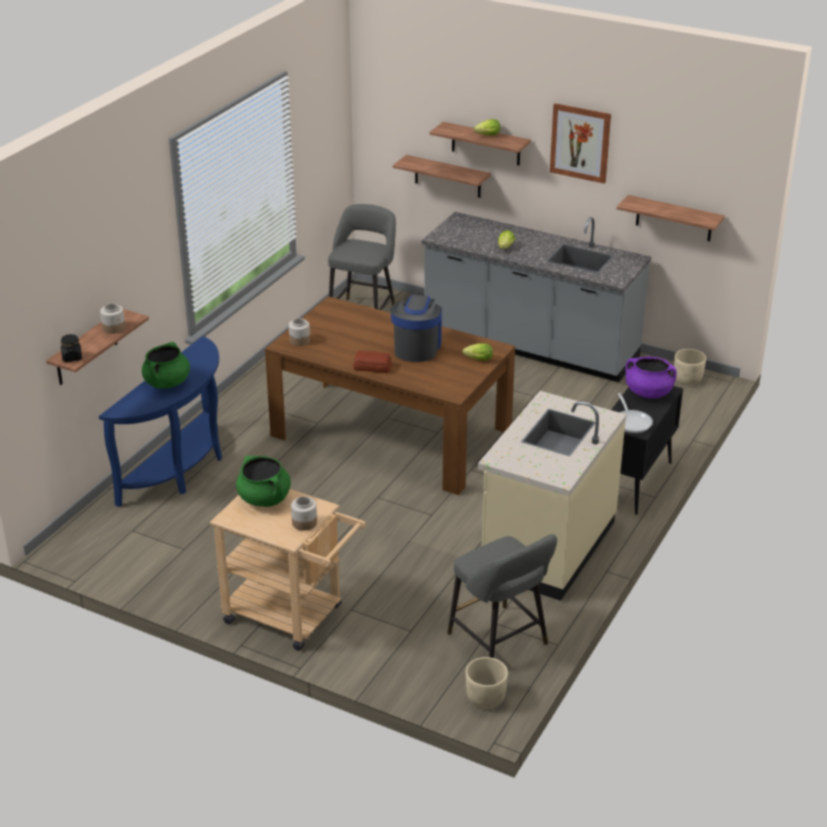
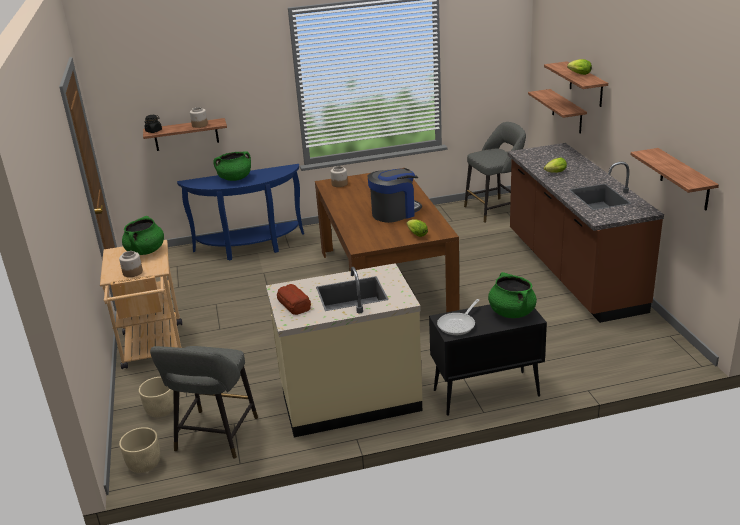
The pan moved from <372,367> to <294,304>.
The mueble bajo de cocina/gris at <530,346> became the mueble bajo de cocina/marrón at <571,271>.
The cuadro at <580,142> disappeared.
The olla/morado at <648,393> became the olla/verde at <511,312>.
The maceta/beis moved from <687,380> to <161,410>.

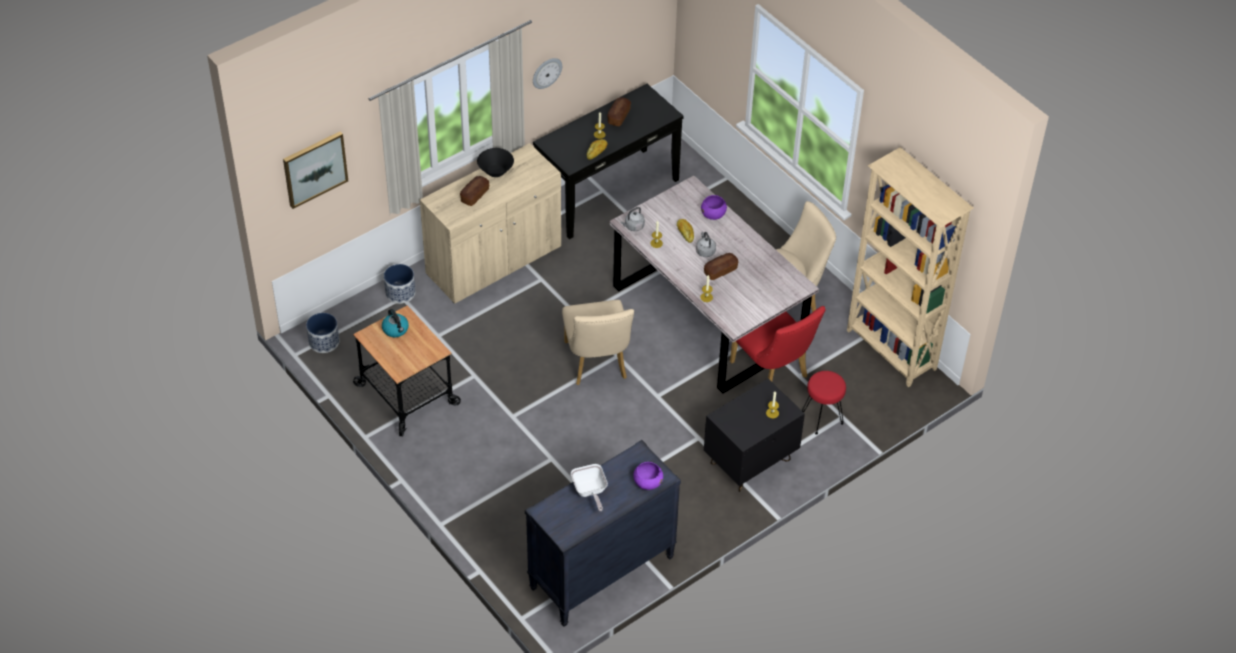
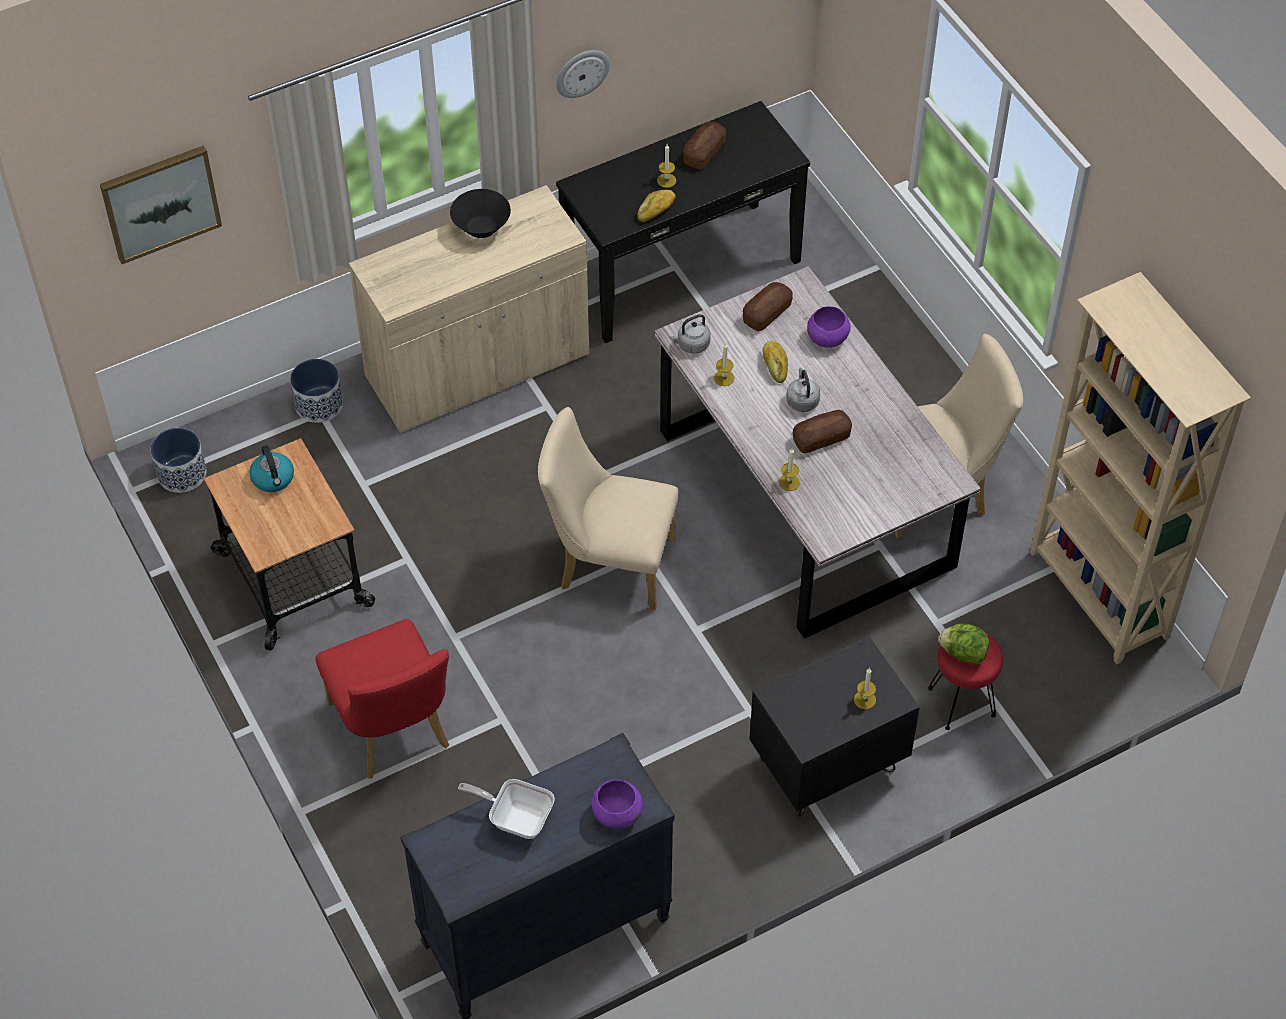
The pan moved from <475,195> to <767,313>.
The silla/beis at <597,364> turned 105 degrees clockwise.
The sartén at <589,492> turned 120 degrees clockwise.
The silla/rojo moved from <773,373> to <393,732>.
The lechuga at <963,653> appeared.

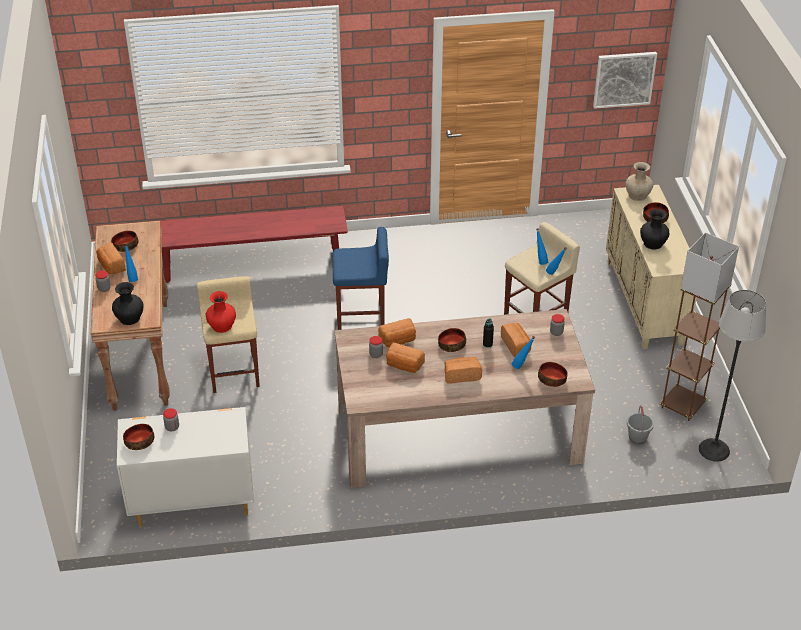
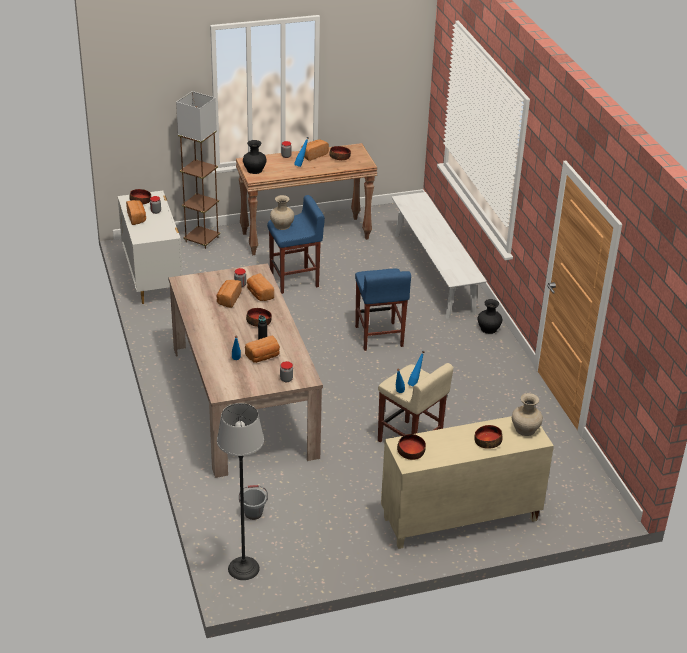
The banco/rojo at <252,264> became the banco/blanco at <434,273>.
The taburete/beis at <234,372> became the taburete/azul at <295,280>.
The florero/rojo at <221,326> became the florero/beis at <282,225>.
The pan moved from <461,375> to <137,218>.
The cuenco moved from <552,379> to <410,452>.
The cuadro at <624,79> disappeared.
The florero/negro moved from <653,243> to <489,329>.
The lámpara de pie/marrón moved from <682,405> to <202,239>.

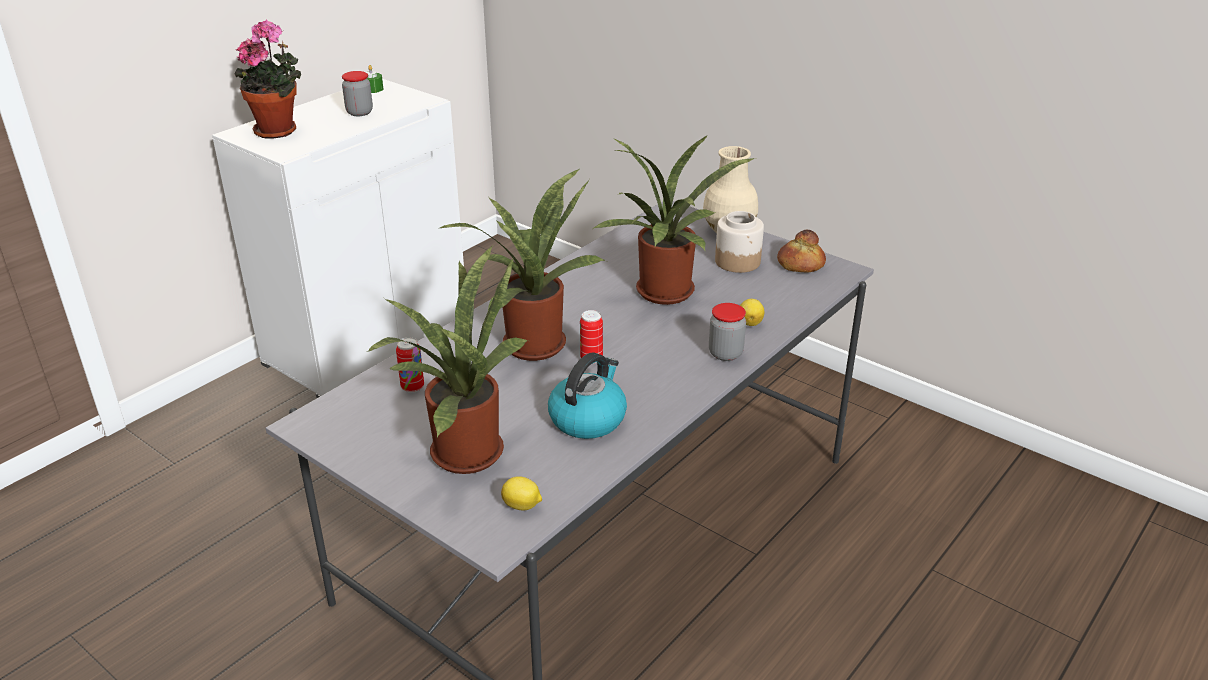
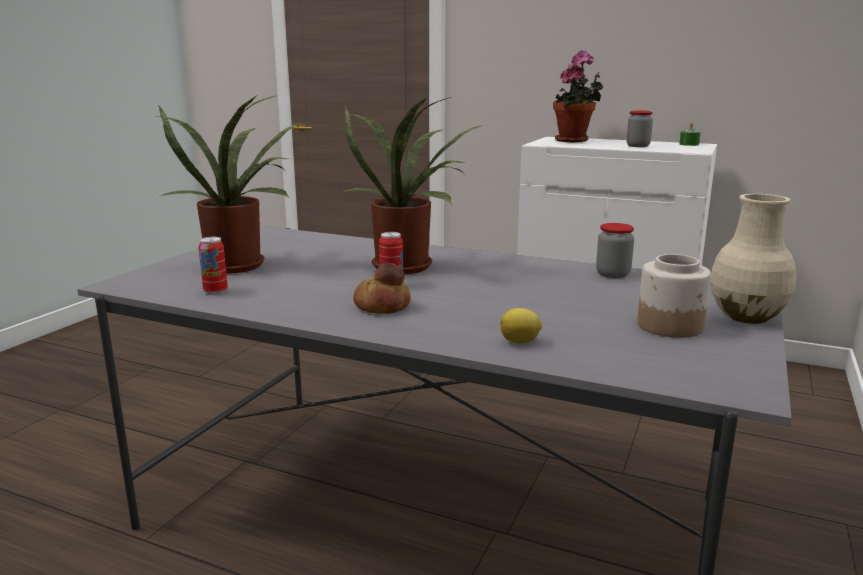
The lata moved from <412,387> to <215,291>.
The limón at <522,506> disappeared.
The hervidor at <588,418> disappeared.
The planta en maceta at <666,295> disappeared.
The tarro moved from <725,353> to <612,274>.
The pan moved from <800,264> to <381,306>.

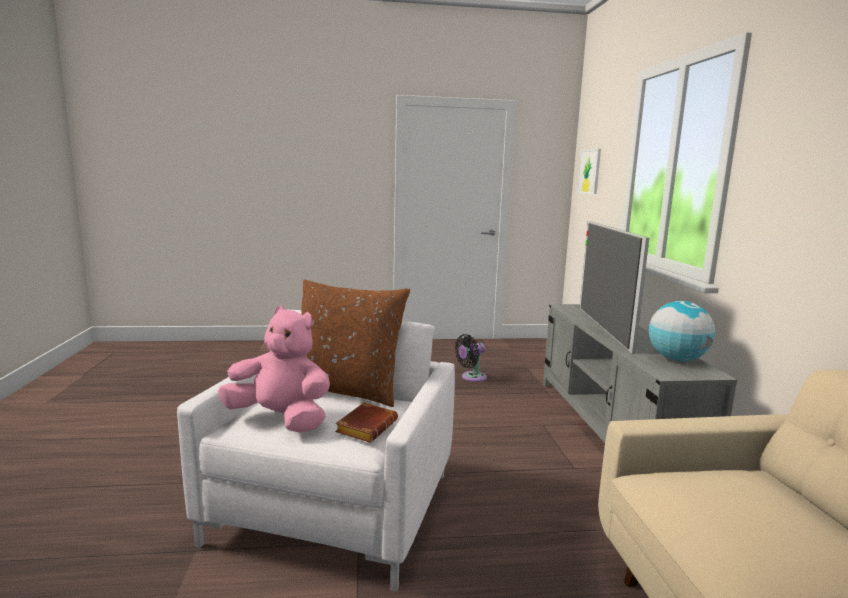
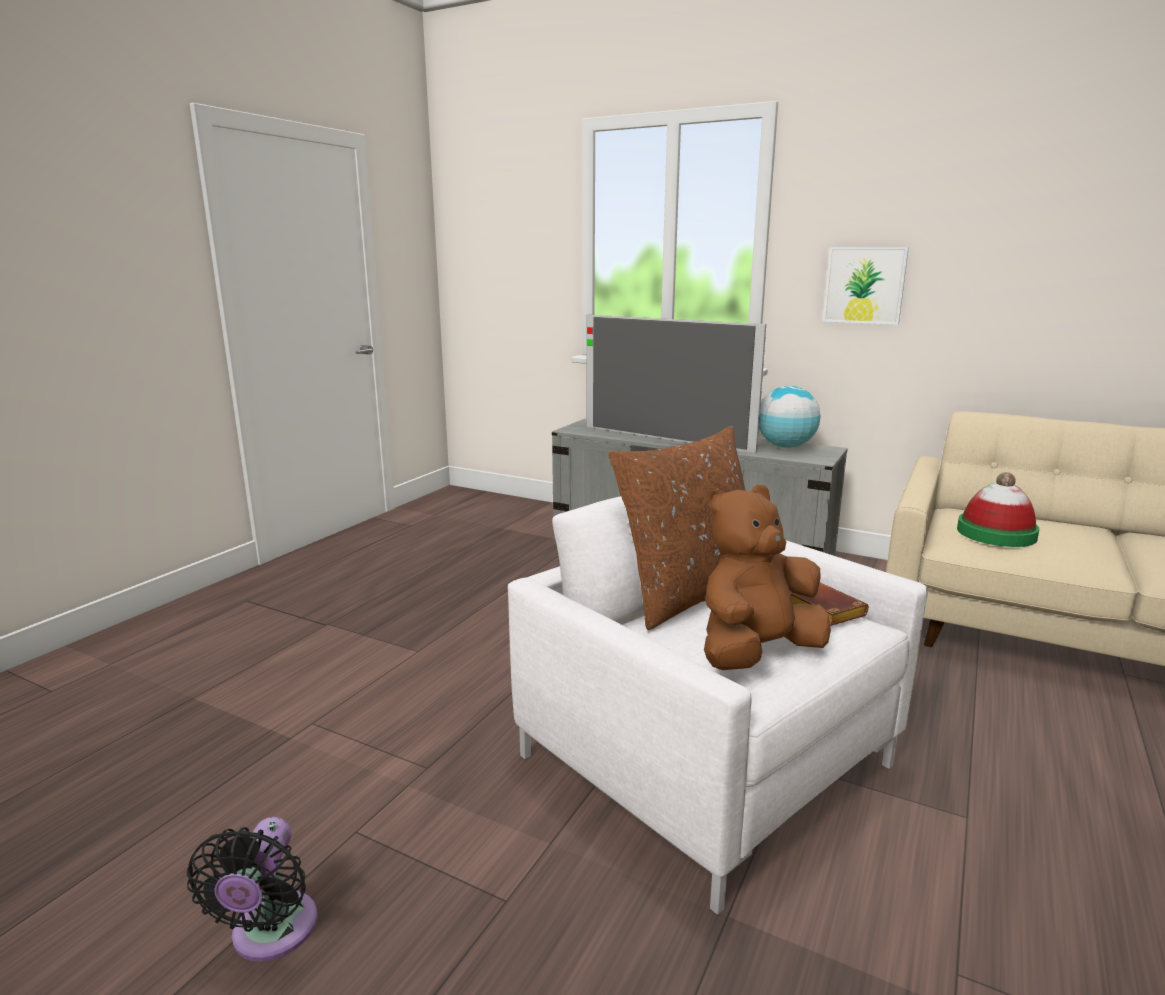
The peluche/rosa at <281,419> became the peluche/marrón at <756,653>.
The ventilador/negro moved from <471,377> to <271,934>.
The cuadro moved from <589,171> to <864,285>.
The sombrero at <996,533> appeared.

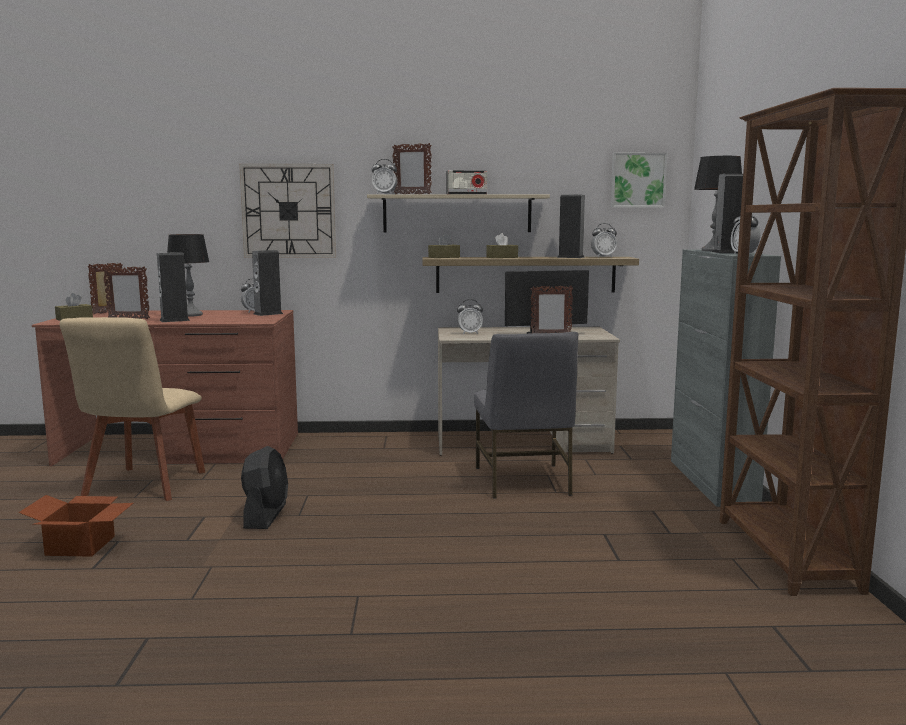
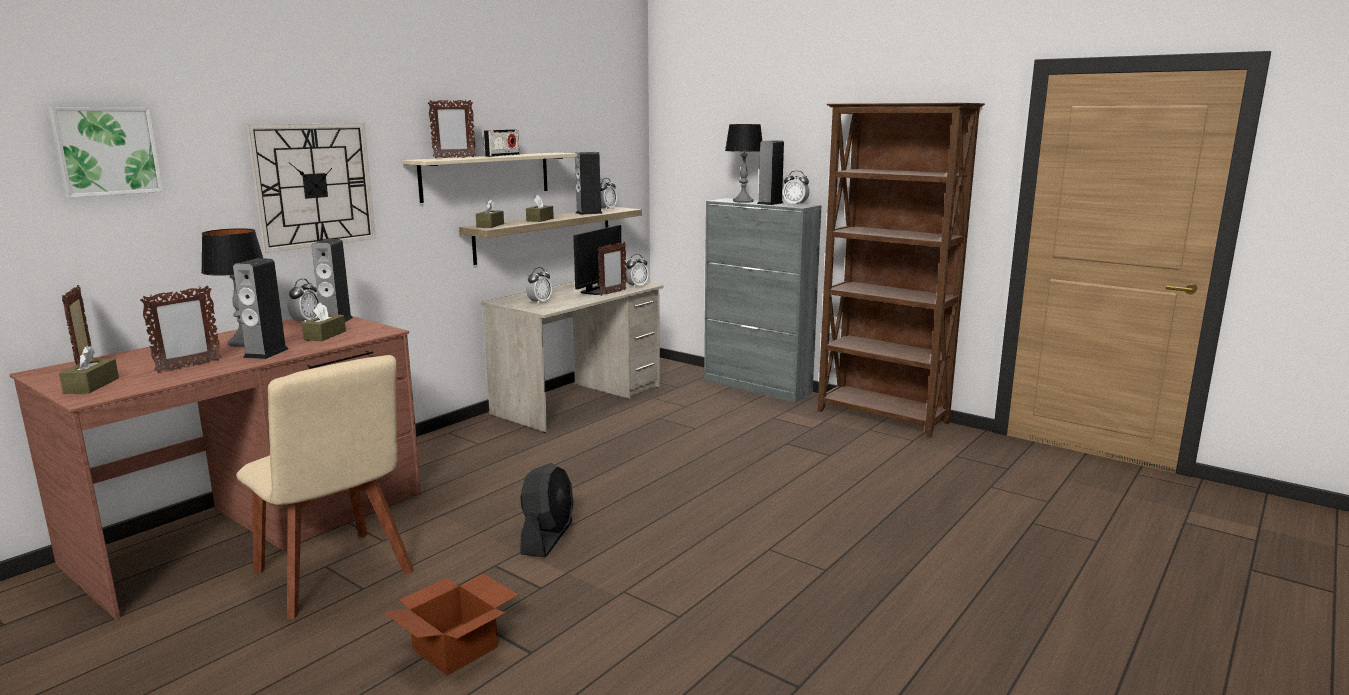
The ventilador/negro at <266,515> turned 60 degrees clockwise.
The despertador moved from <384,194> to <636,286>.
The silla/gris at <523,481> disappeared.
The cuadro moved from <637,180> to <106,151>.
The caja de pañuelos/marrón at <325,335> appeared.

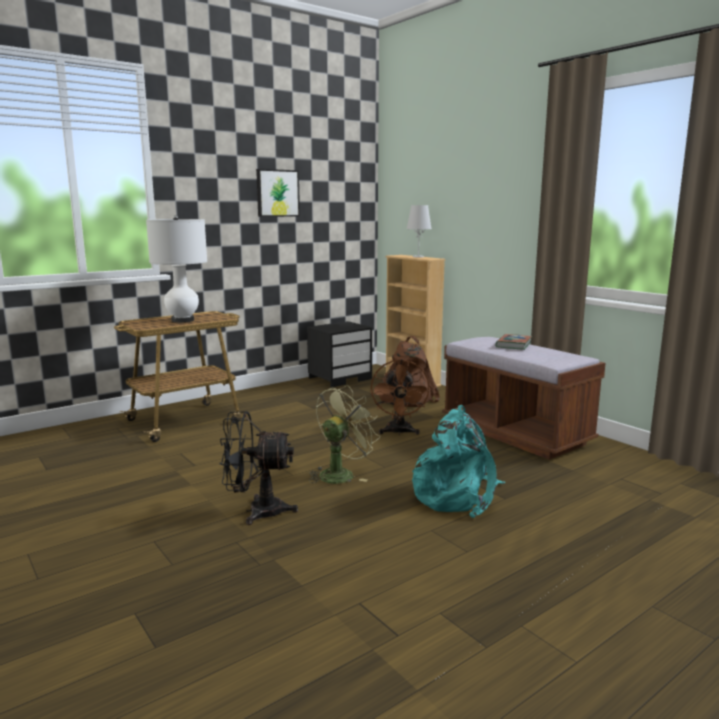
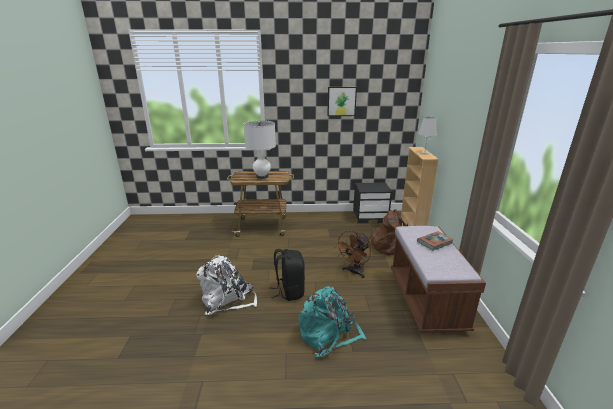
The ventilador/negro at <256,511> was replaced by the mochila/blanco at <227,300>.
The ventilador/verde at <341,474> was replaced by the mochila/negro at <289,291>.

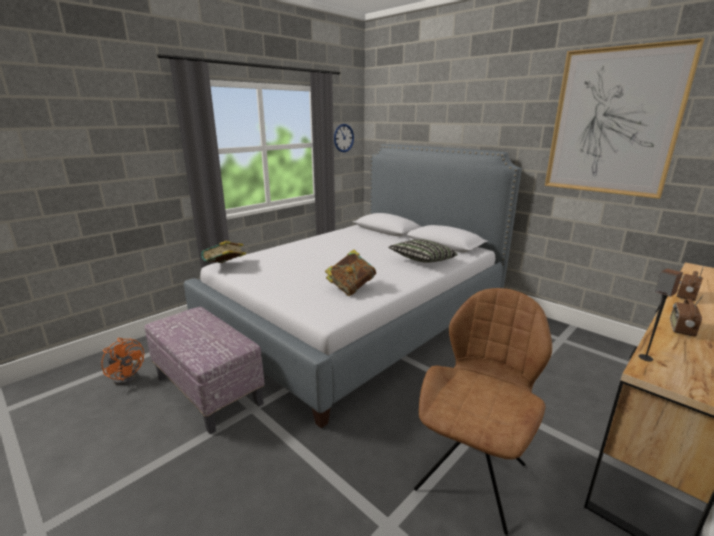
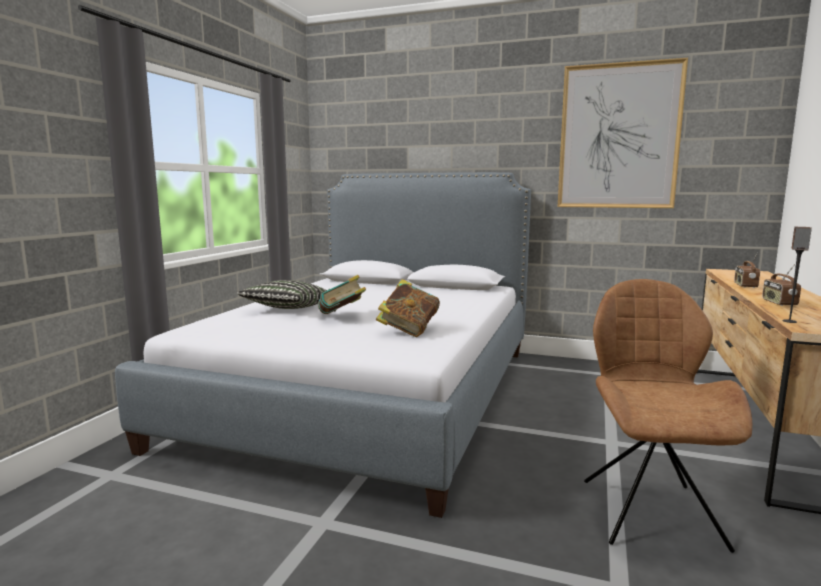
The ventilador/naranja at <128,376> disappeared.
The puf at <209,390> disappeared.
The libro moved from <225,267> to <342,316>.
The reloj de pared at <343,138> disappeared.
The cojín moved from <422,261> to <287,309>.

